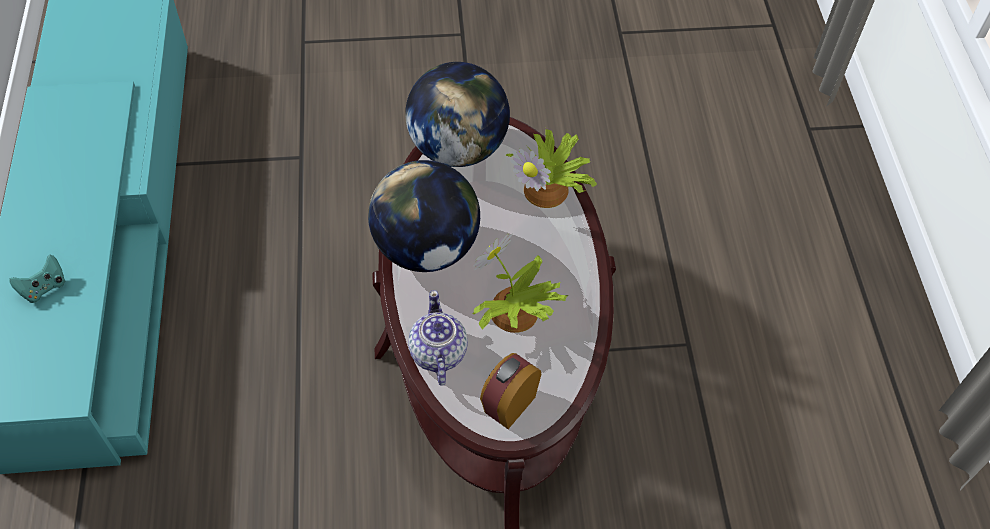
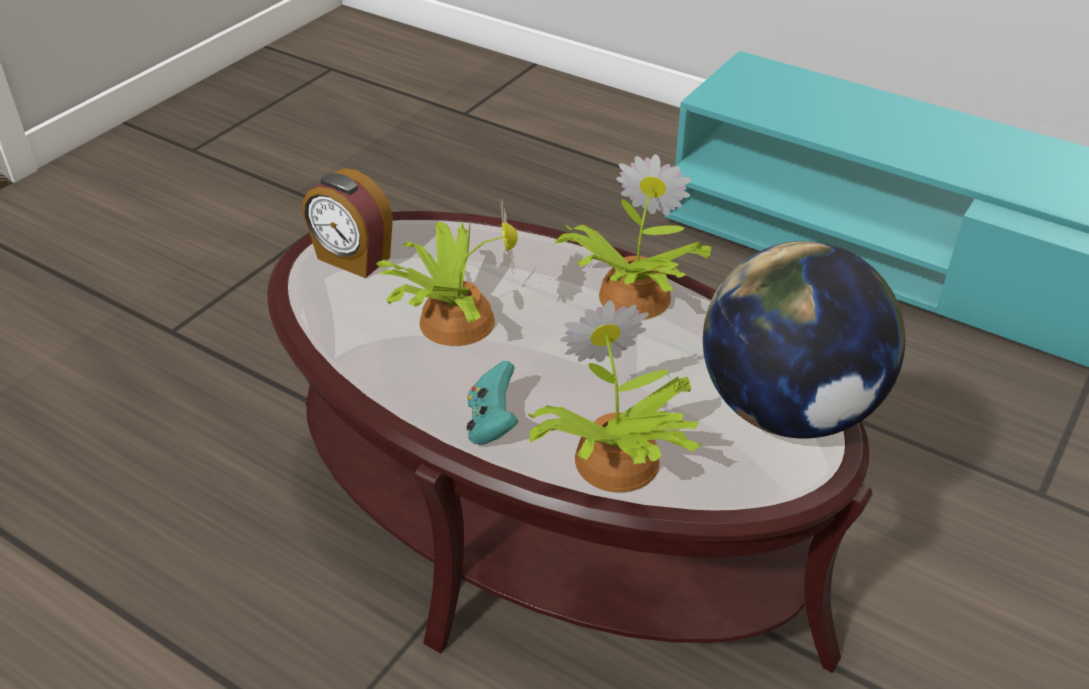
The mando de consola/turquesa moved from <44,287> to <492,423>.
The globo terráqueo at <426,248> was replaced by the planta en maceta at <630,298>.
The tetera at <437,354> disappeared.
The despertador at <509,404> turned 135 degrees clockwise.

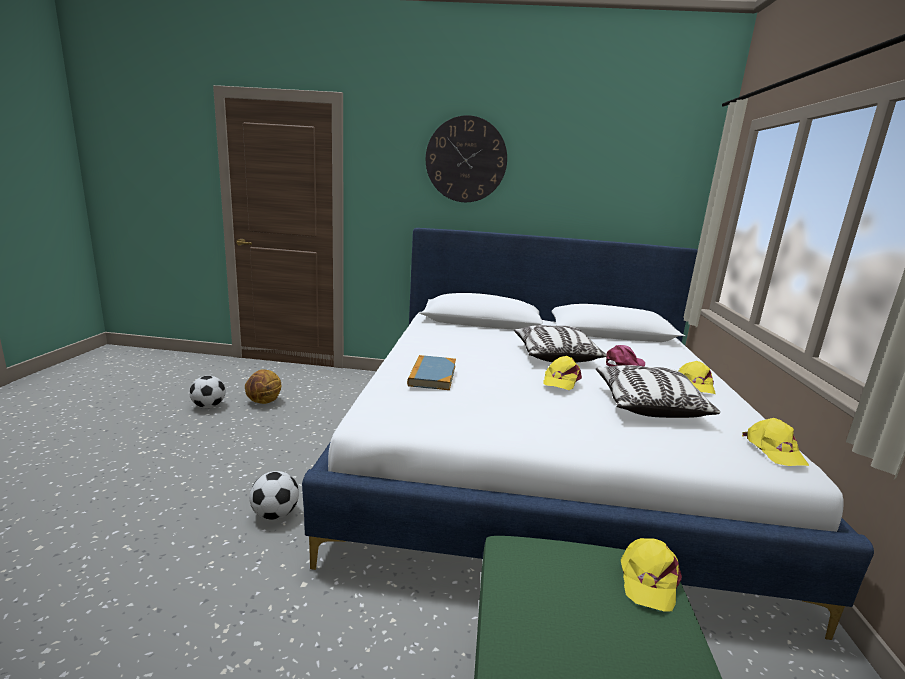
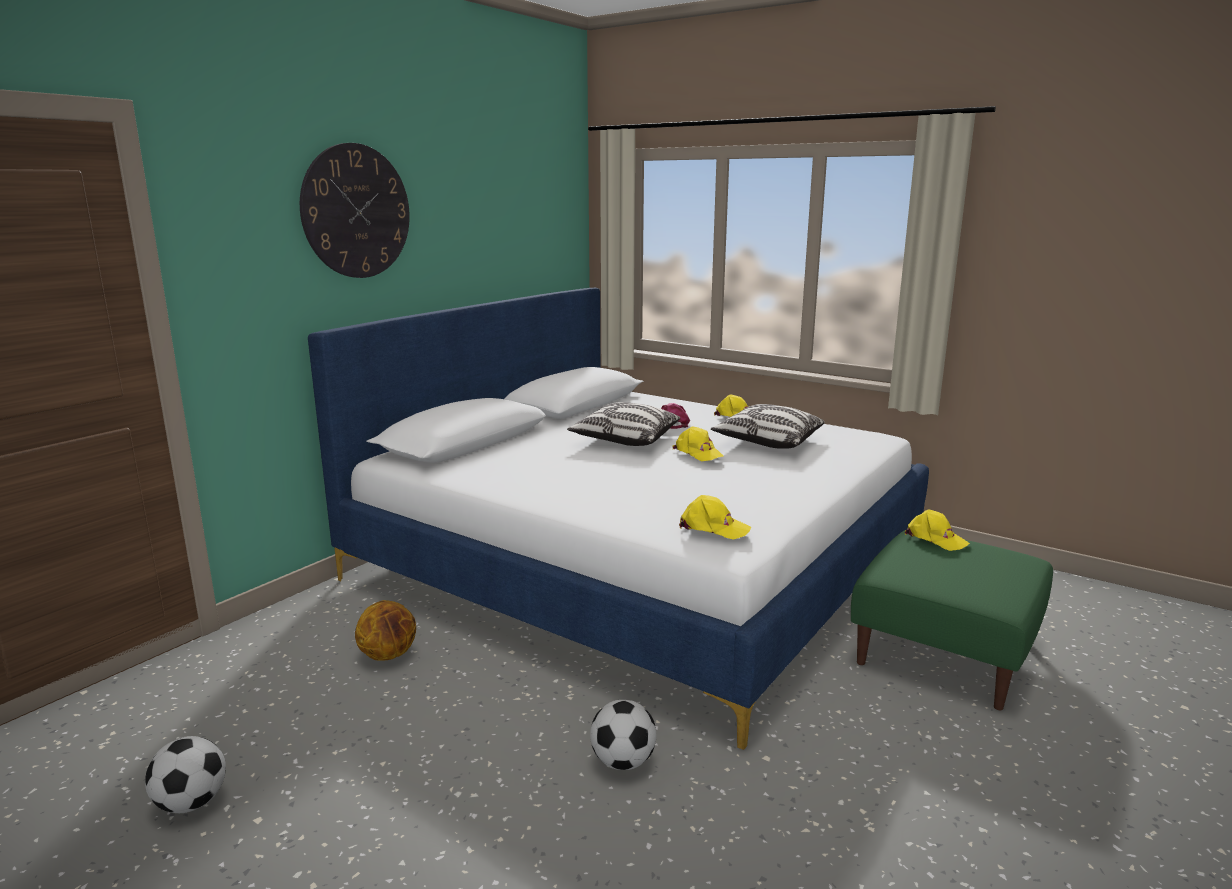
The balón de baloncesto moved from <264,402> to <389,655>.
The libro at <432,375> disappeared.
The gorra/amarillo moved from <774,450> to <713,528>.

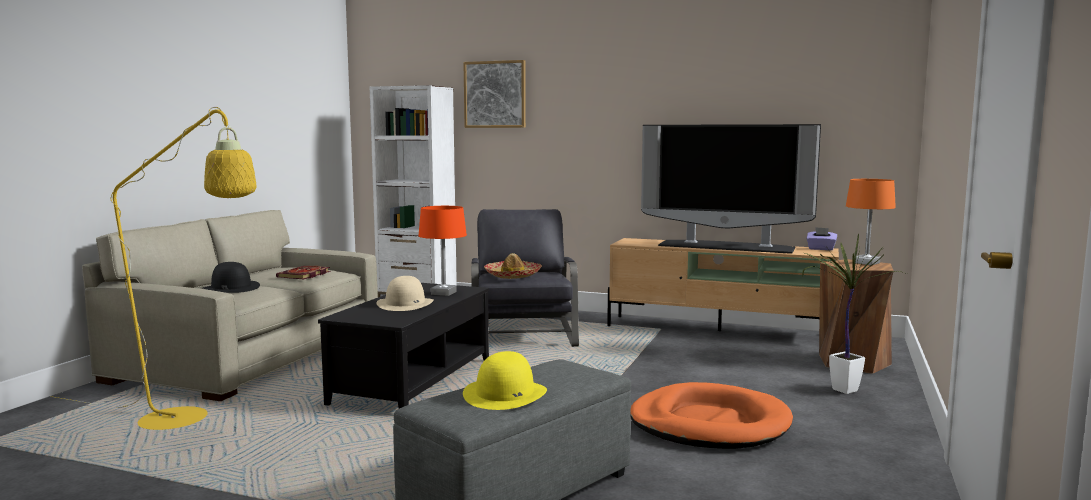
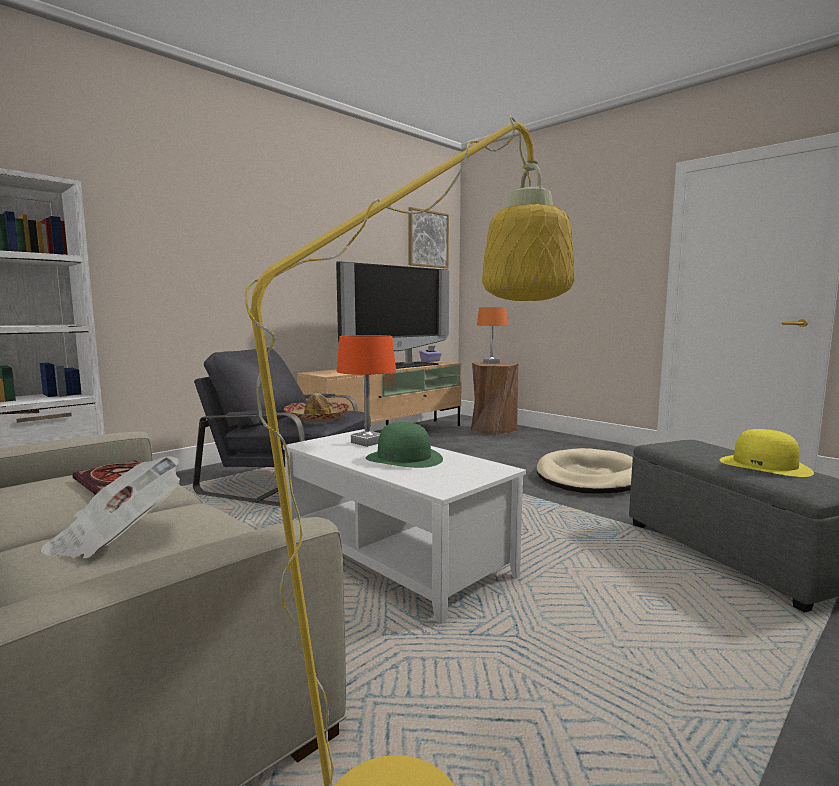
The sombrero/negro at <231,288> was replaced by the periódico at <117,537>.
The mesa de centro/negro at <412,381> became the mesa de centro/blanco at <393,556>.
The sombrero/beis at <405,304> became the sombrero/verde at <404,458>.
The cuadro moved from <495,94> to <427,239>.
The cama para perro/naranja at <709,424> became the cama para perro/beis at <589,477>.
The planta en maceta at <839,390> disappeared.

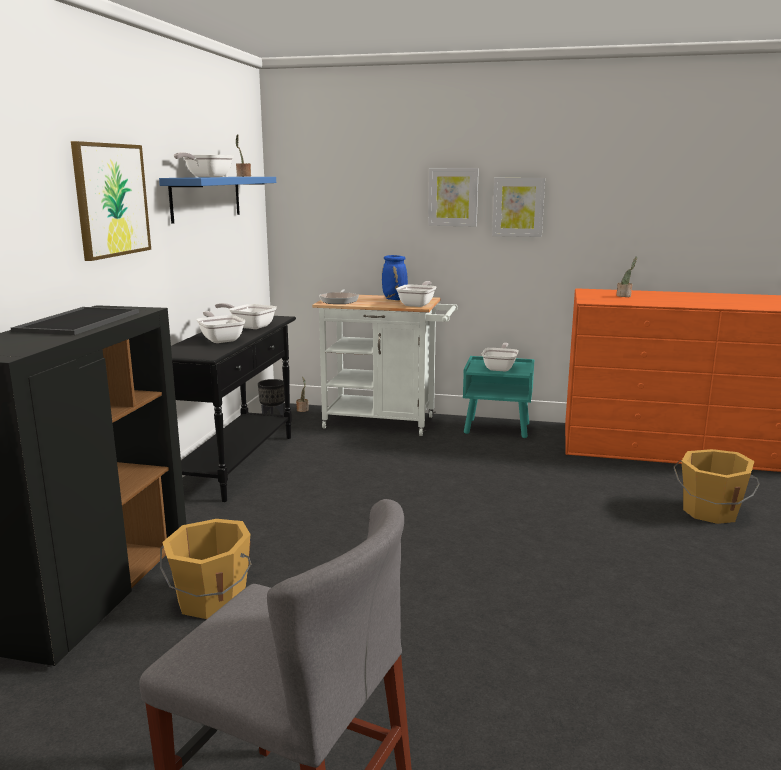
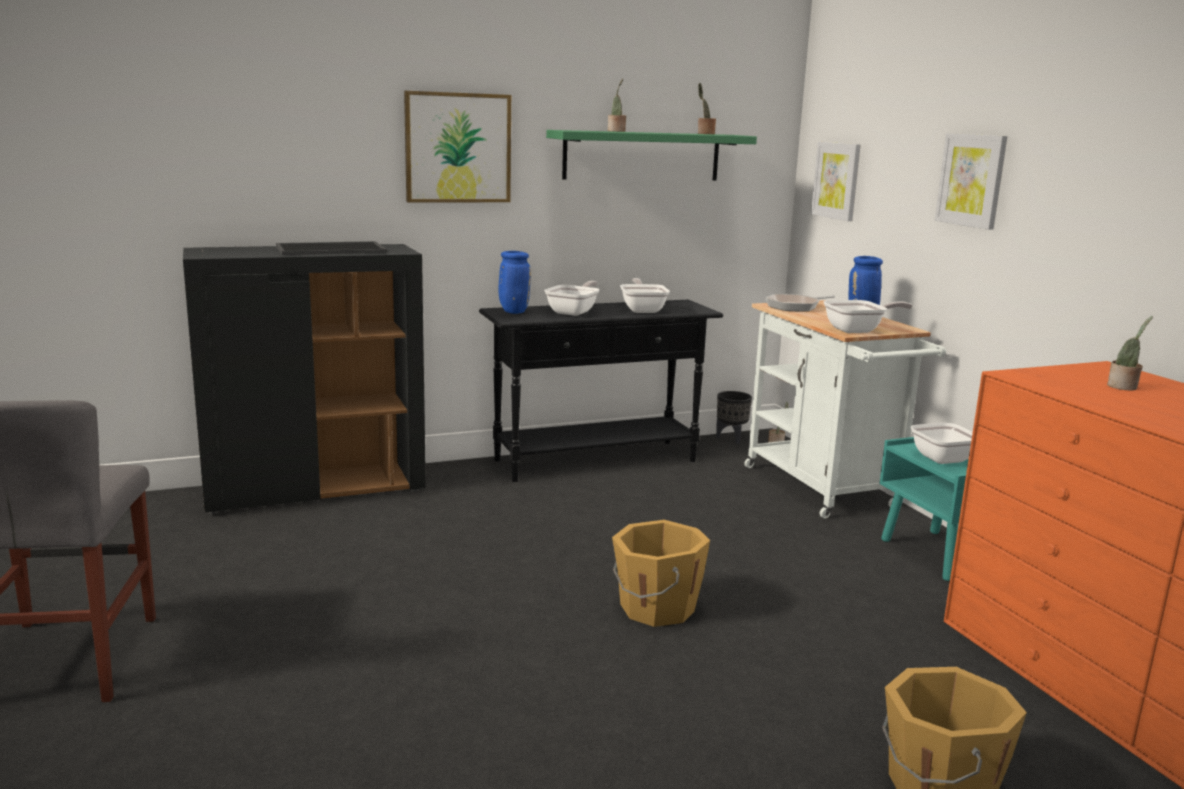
The estante/azul at <206,198> became the estante/verde at <642,156>.
The cubo/naranja moved from <210,600> to <655,608>.
The sartén at <205,177> was replaced by the planta en maceta at <616,131>.
The cuadro moved from <518,207> to <837,180>.
The florero/azul at <513,312> appeared.

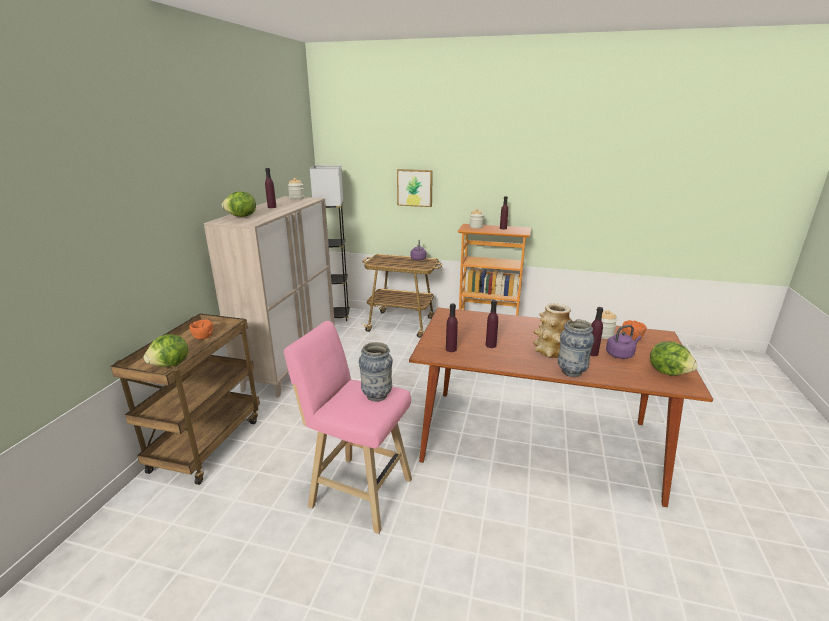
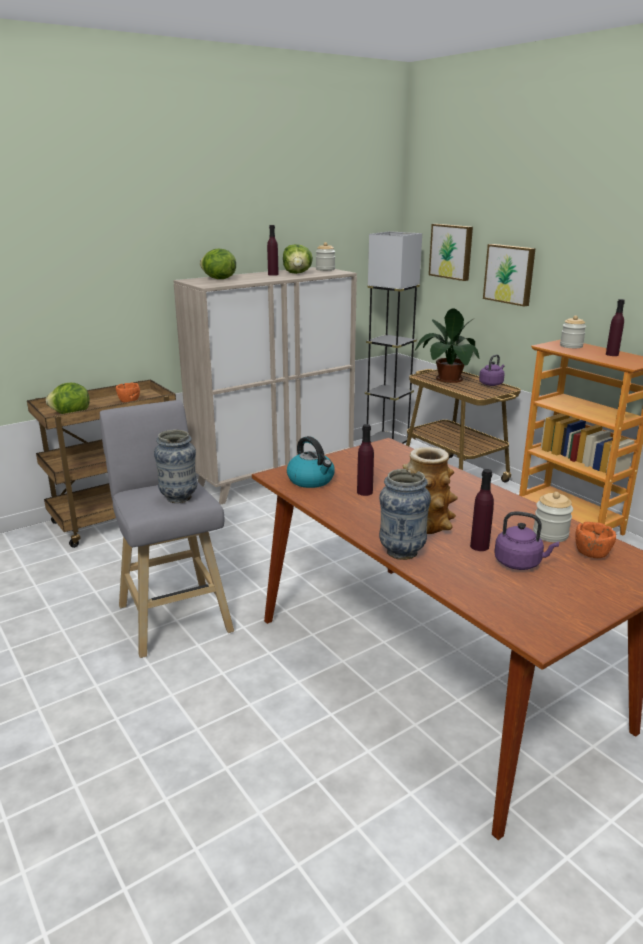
The taburete/rosa at <357,491> became the taburete/gris at <173,615>.
The botella/morado at <451,349> was replaced by the hervidor at <311,480>.
The lechuga moved from <668,372> to <297,273>.
The planta en maceta at <447,379> appeared.
The cuadro at <452,251> appeared.

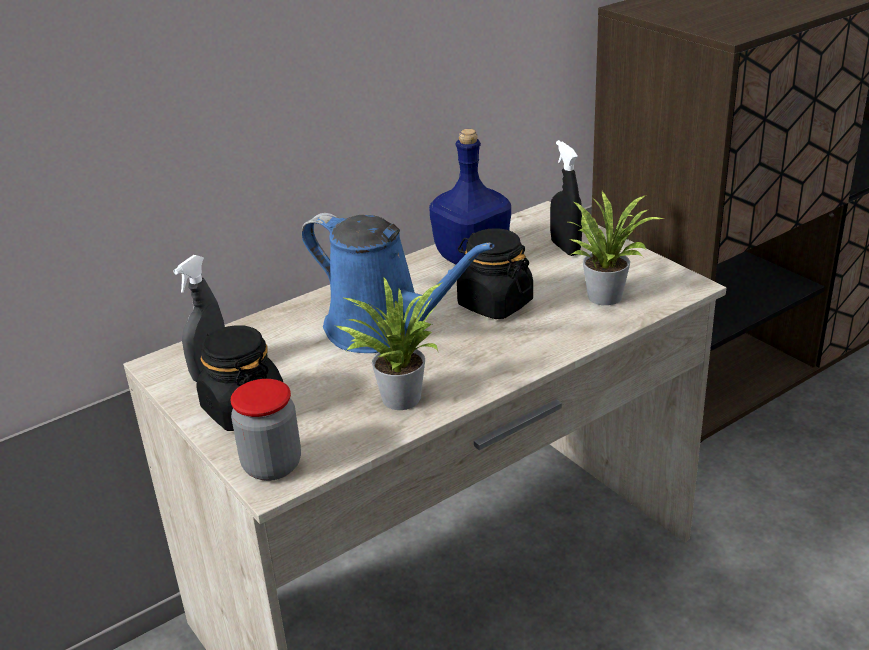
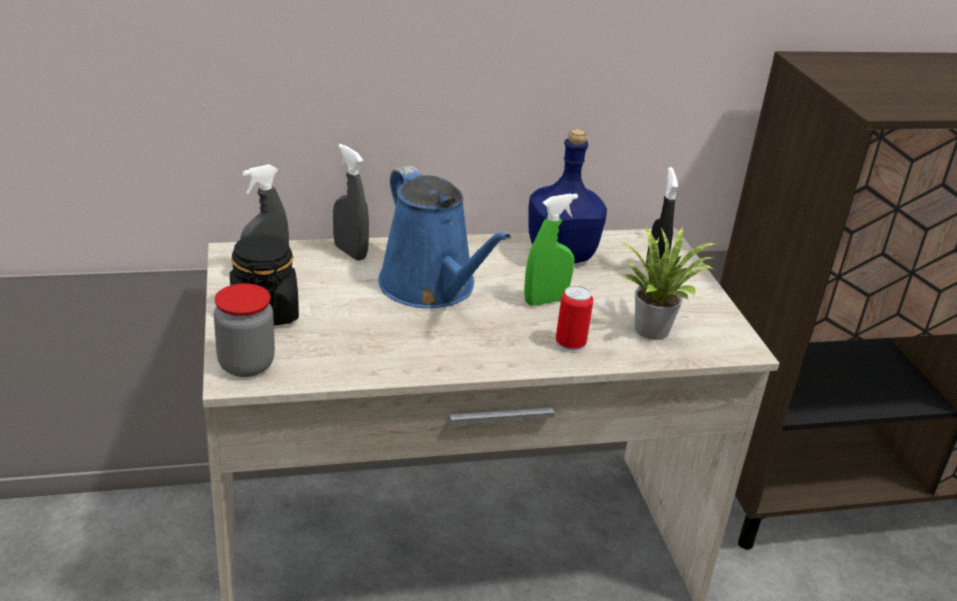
The planta en maceta at <397,396> disappeared.
The tarro/negro at <494,304> was replaced by the pulverizador/verde at <545,301>.
The pulverizador/gris at <350,252> appeared.
The lata at <570,344> appeared.

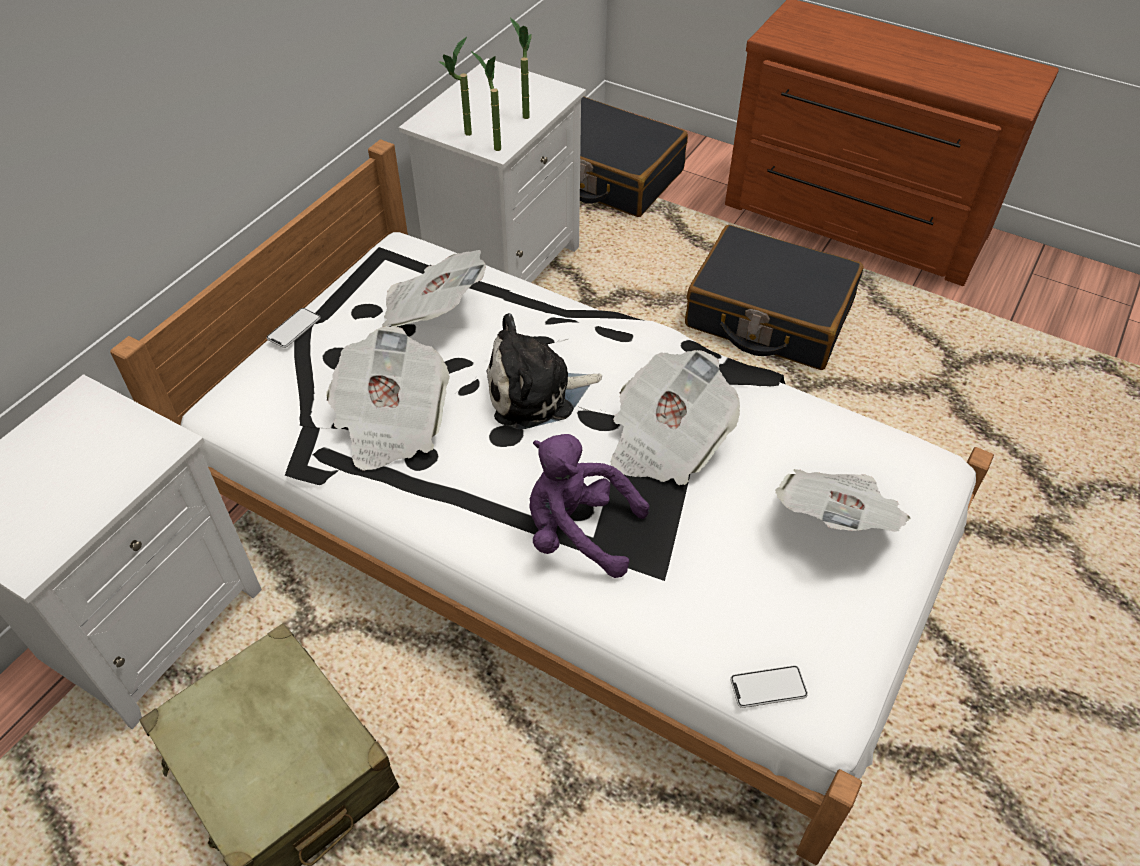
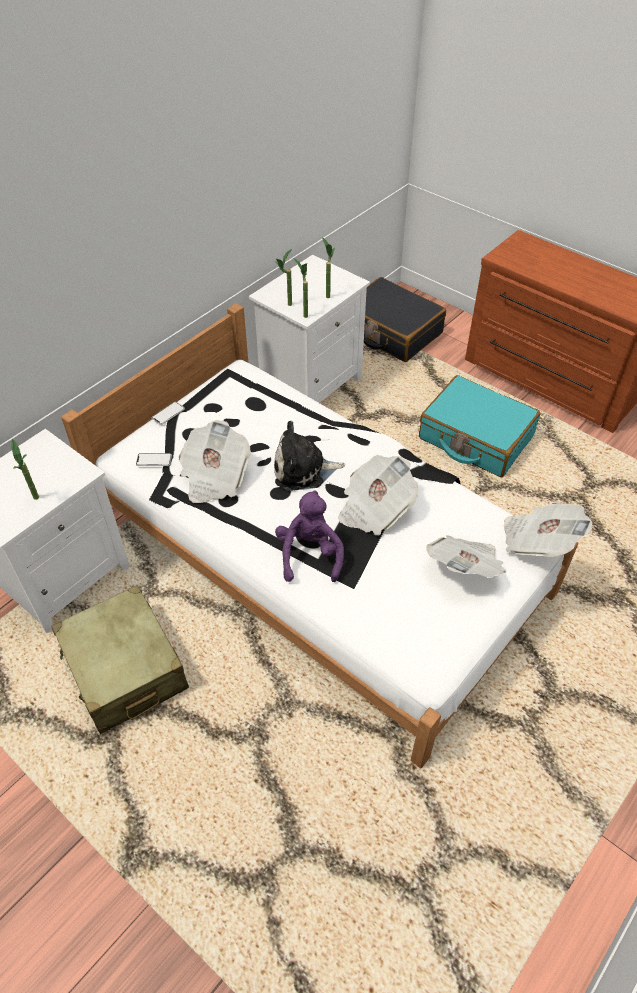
The periódico moved from <433,311> to <538,541>.
The peluche/morado at <577,532> turned 60 degrees clockwise.
The maleta/negro at <768,316> became the maleta/turquesa at <475,438>.
The móvil moved from <768,687> to <154,460>.
The planta en maceta at <38,501> appeared.

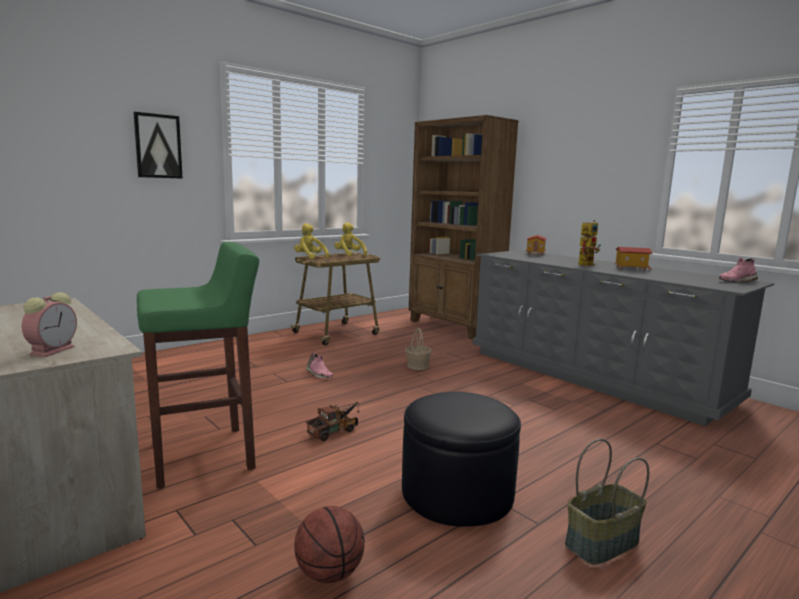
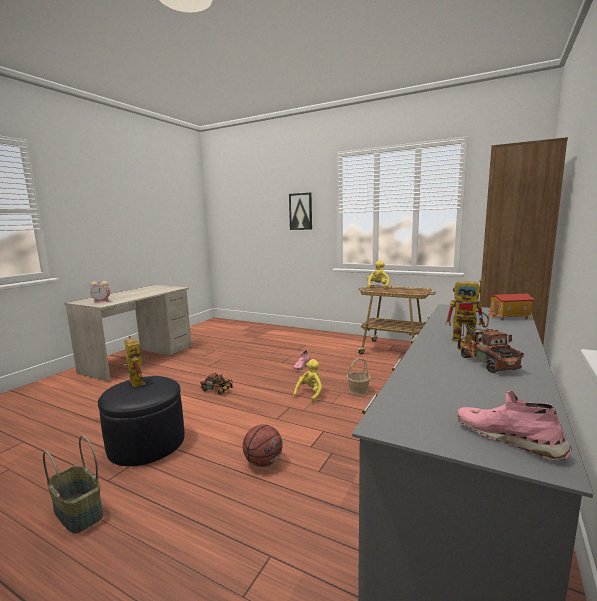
The taburete/verde at <204,456> disappeared.
The balón de baloncesto moved from <329,573> to <263,462>.
The peluche/amarillo moved from <349,255> to <310,394>.
The casita at <631,269> was replaced by the camión de juguete at <483,361>.
The robot de juguete at <134,382> appeared.

